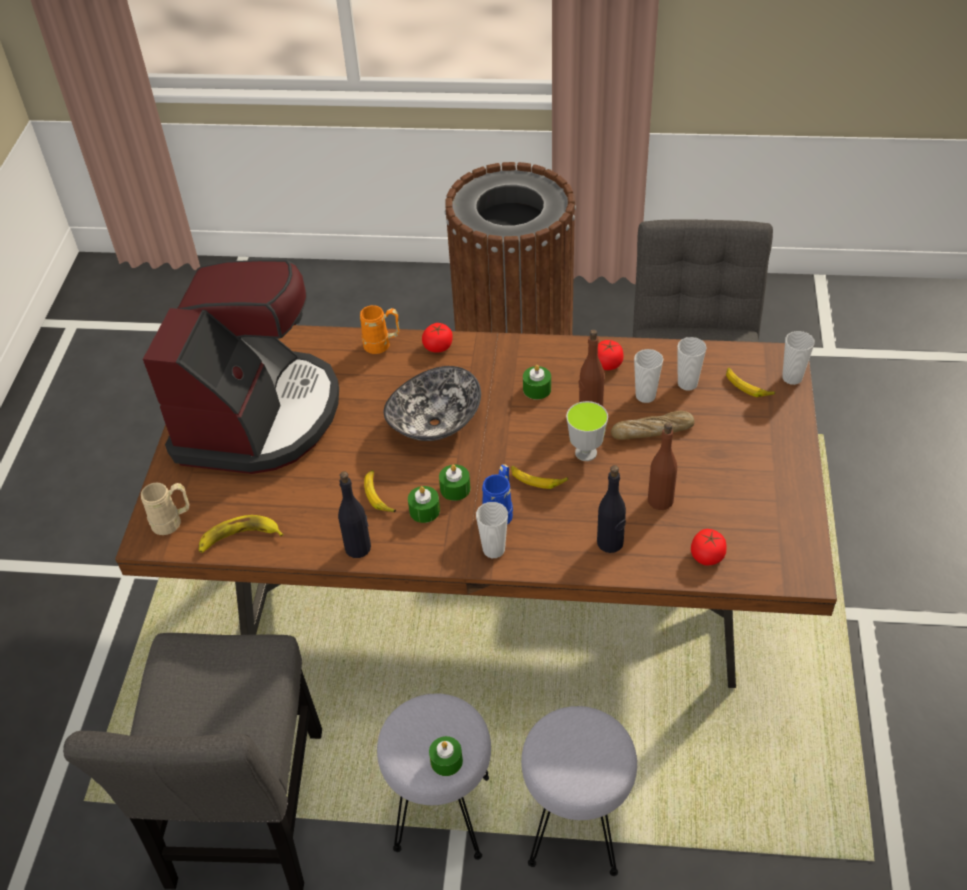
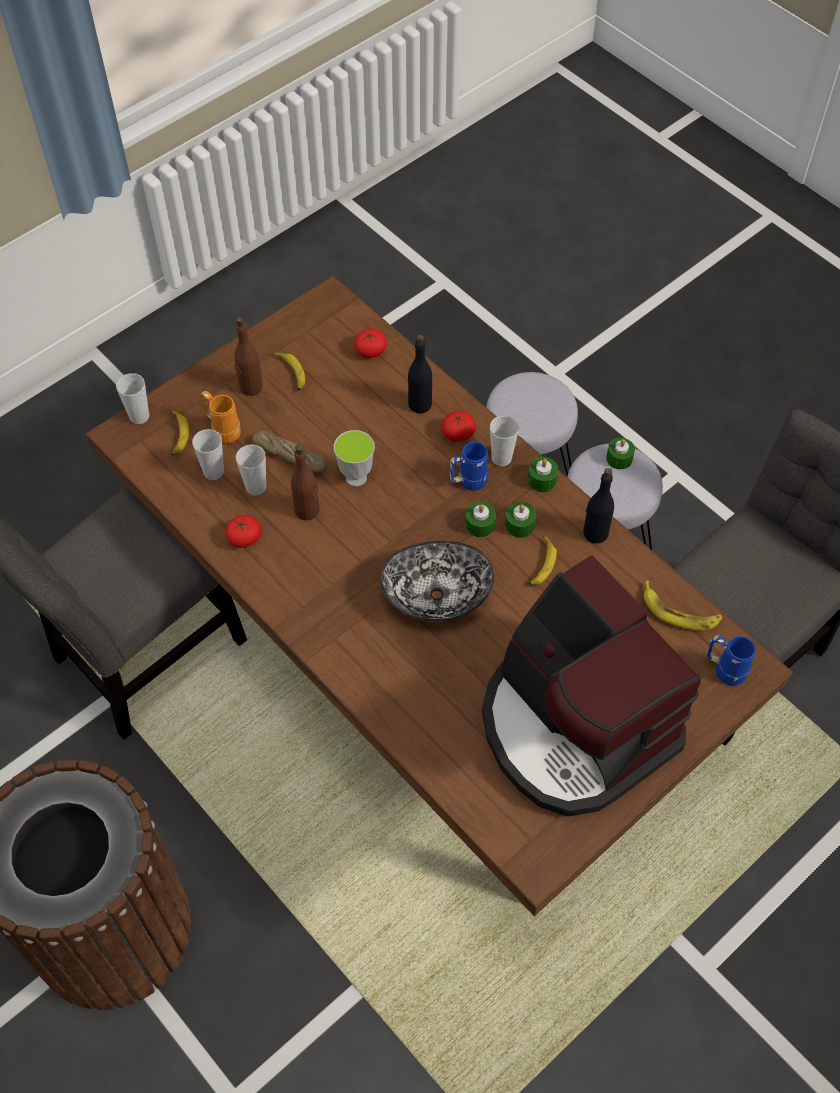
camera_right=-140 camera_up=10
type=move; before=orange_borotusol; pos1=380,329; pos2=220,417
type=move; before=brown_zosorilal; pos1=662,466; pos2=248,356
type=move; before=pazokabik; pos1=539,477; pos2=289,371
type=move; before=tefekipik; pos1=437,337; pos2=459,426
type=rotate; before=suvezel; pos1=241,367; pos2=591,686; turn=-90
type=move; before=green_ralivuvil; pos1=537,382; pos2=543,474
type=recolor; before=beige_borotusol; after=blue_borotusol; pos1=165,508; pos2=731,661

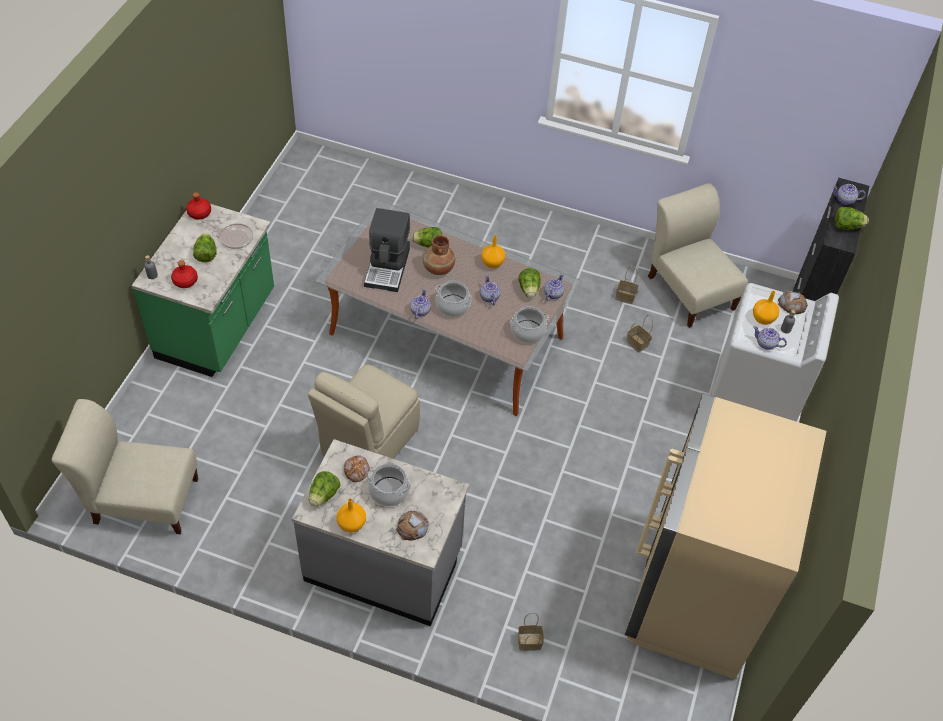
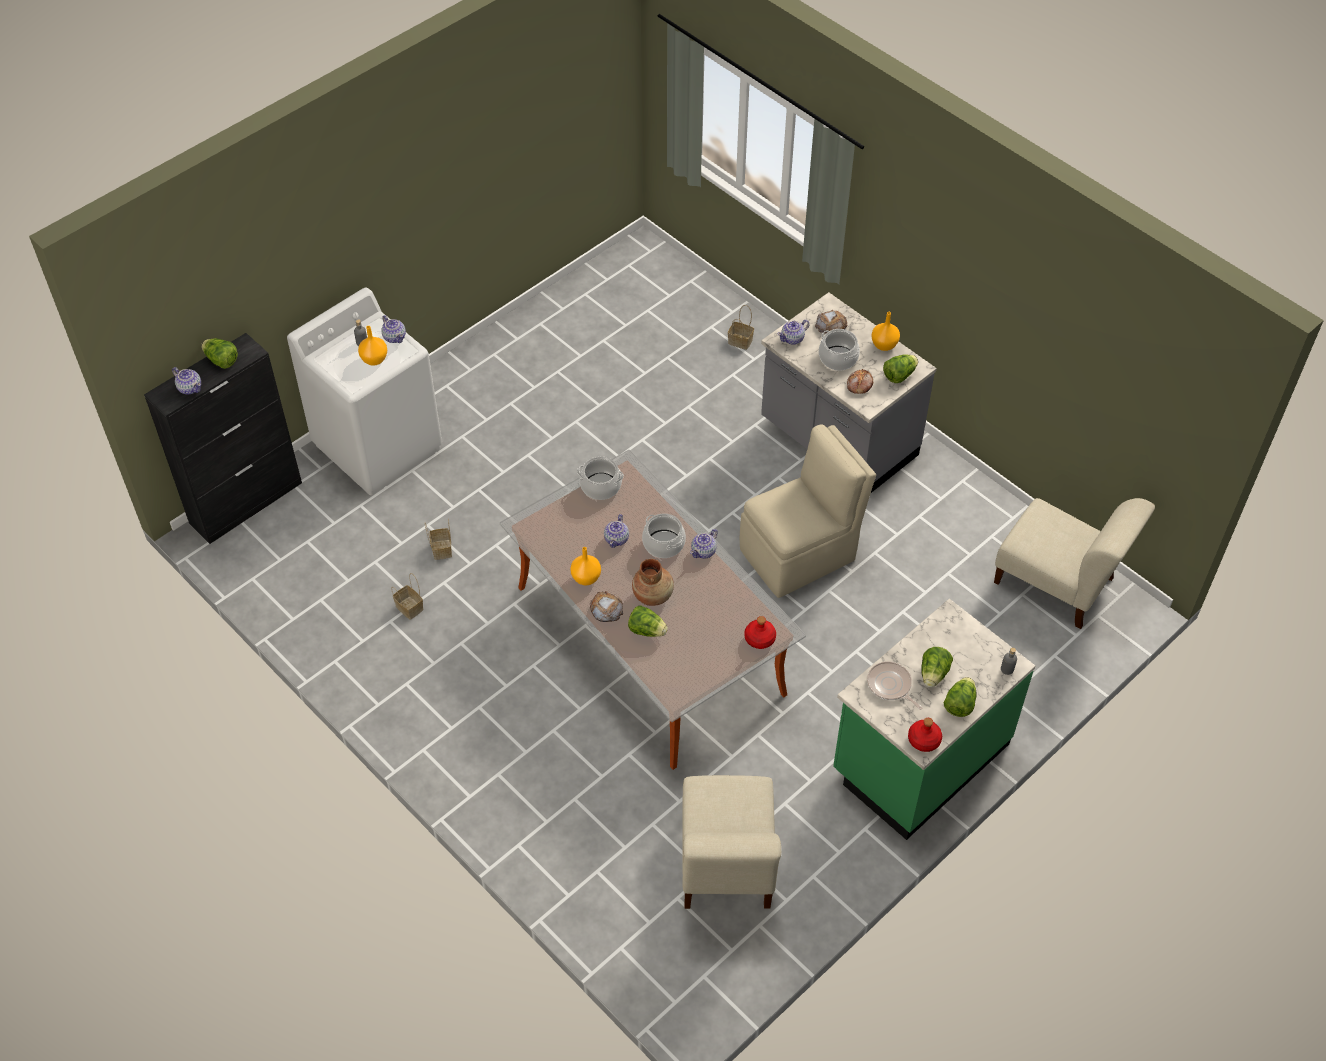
camera_right=-150 camera_up=0
type=move; before=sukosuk; pos1=793,302; pos2=606,606
type=move; before=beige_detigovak; pos1=698,255; pos2=731,842
type=move; before=red_zosorilal; pos1=184,274; pos2=760,632
type=move; before=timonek; pos1=554,287; pos2=793,332
type=move; before=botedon; pos1=530,283; pos2=960,697
type=delete; before=suvezel; pos1=387,250
type=delete; before=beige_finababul; pos1=726,536

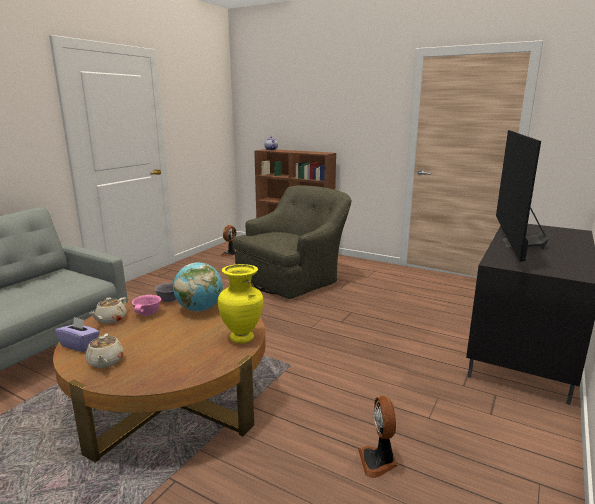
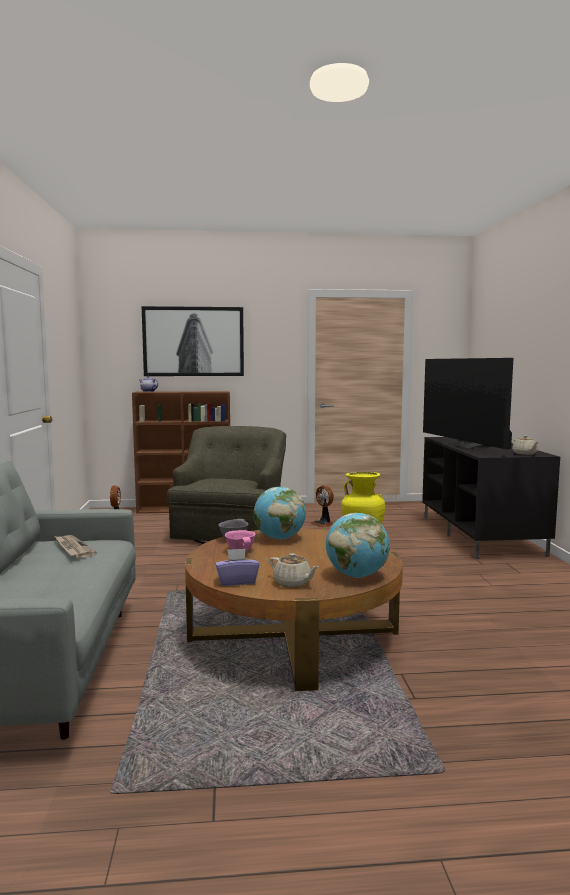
camera_right=-35 camera_up=-10
type=insert; after=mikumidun; pos2=75,546
type=insert; after=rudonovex; pos2=193,341
type=move; before=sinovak; pos1=378,437; pos2=322,506
type=insert; after=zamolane; pos2=358,545
type=move; before=beige_timonek; pos1=108,310; pos2=525,445

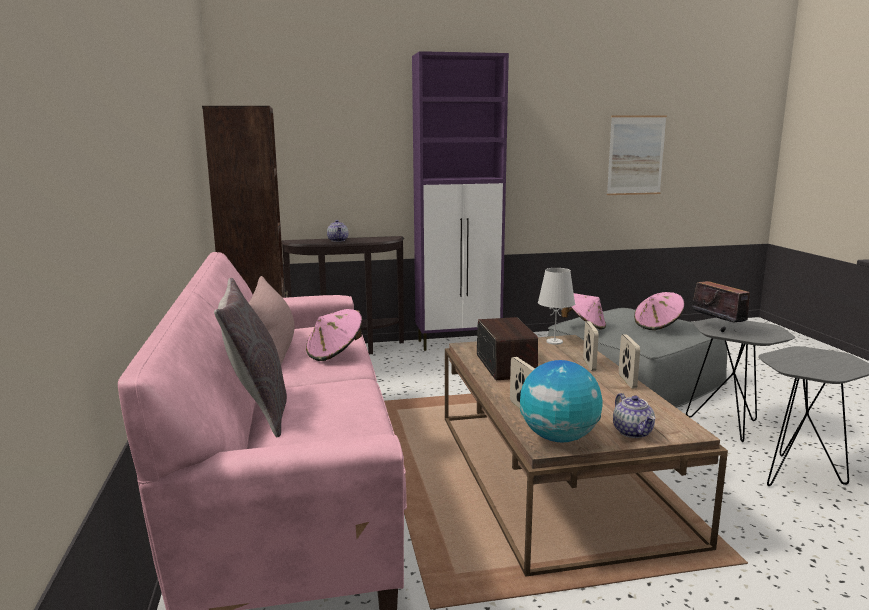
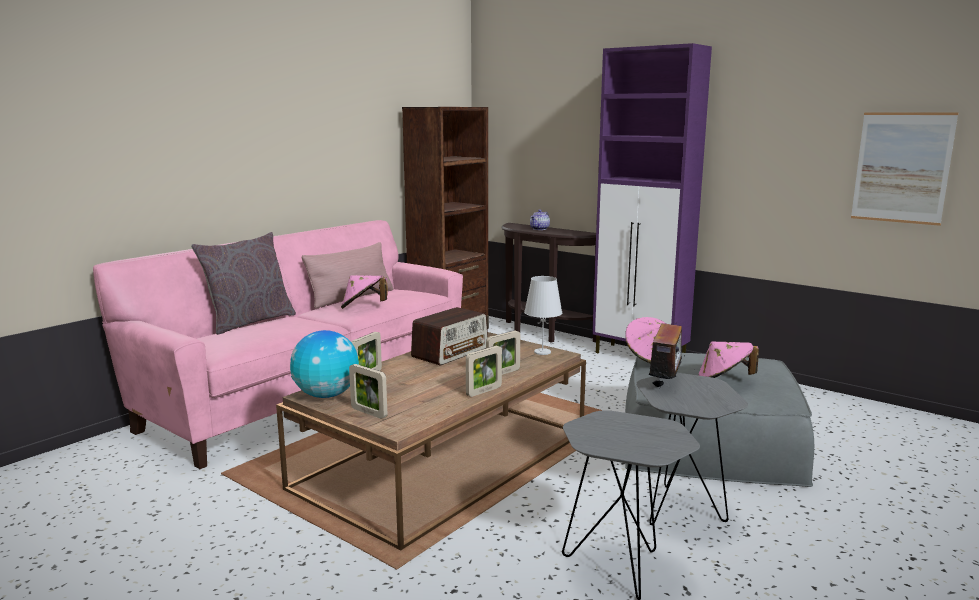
camera_right=50 camera_up=0
type=replace; before=timonek; after=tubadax; pos1=634,415; pos2=368,391

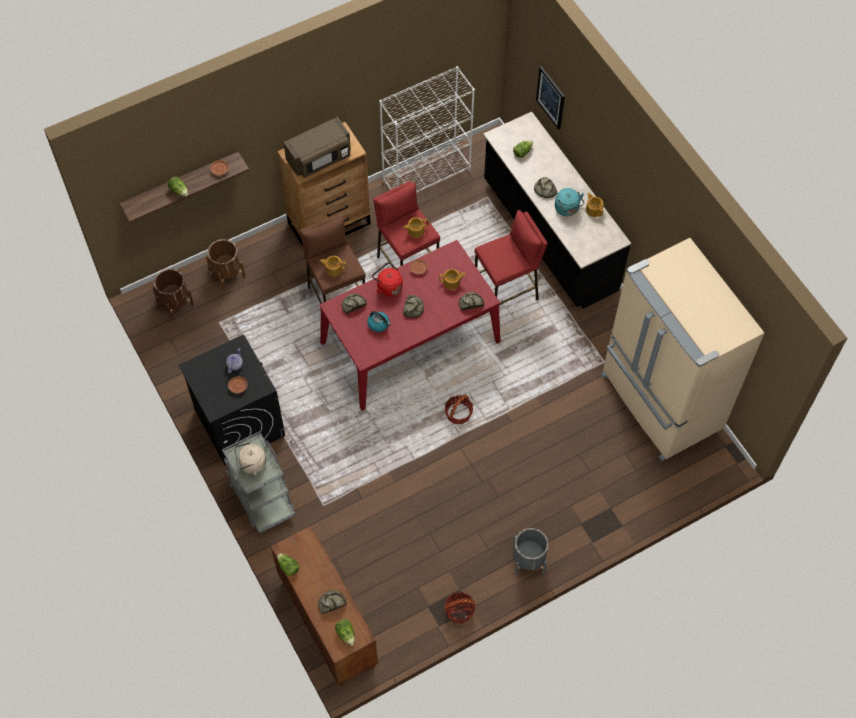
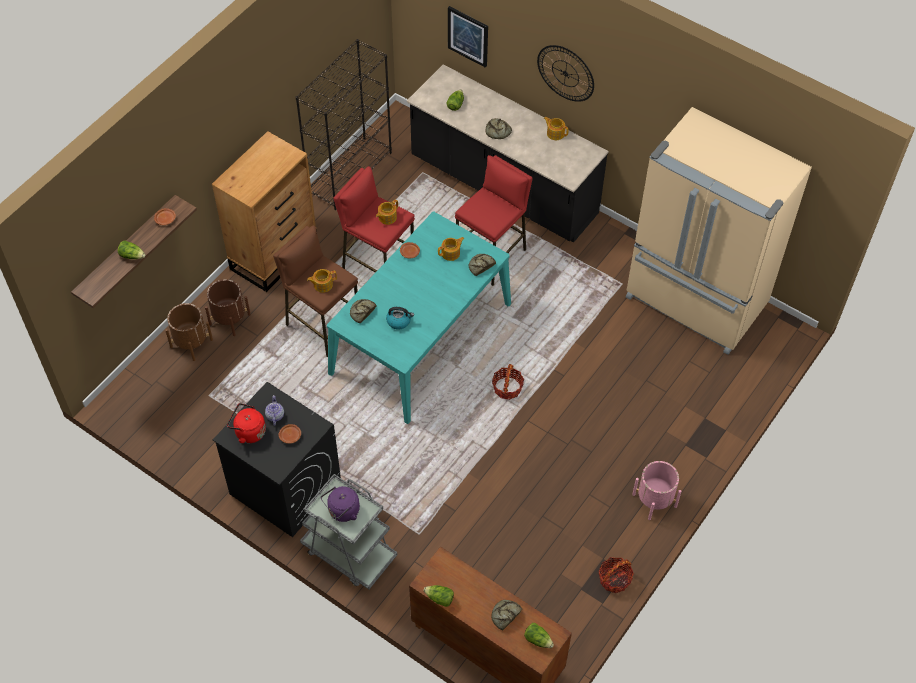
camera_right=-25 camera_up=-5
type=move; before=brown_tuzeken; pos1=173,294; pos2=228,307
type=move; before=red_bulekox; pos1=387,279; pos2=246,423
type=recolor; before=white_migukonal; after=black_migukonal; pos1=427,129; pos2=344,124
type=recolor; before=beige_bulekox; after=purple_bulekox; pos1=250,459; pos2=340,504
type=recolor; before=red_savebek; after=turquoise_savebek; pos1=410,325; pos2=419,317
type=insert; after=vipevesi; pos2=565,73
type=recolor; before=grey_tuzeken; after=pink_tuzeken; pos1=530,551; pos2=656,490
type=delete; before=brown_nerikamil; pos1=317,147
type=delete; before=sukosuk; pos1=413,306
type=delete; before=turquoise_bulekox; pos1=569,202

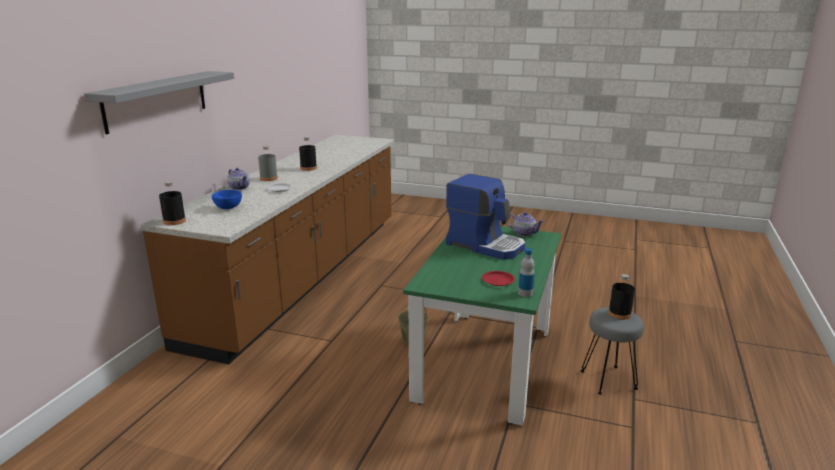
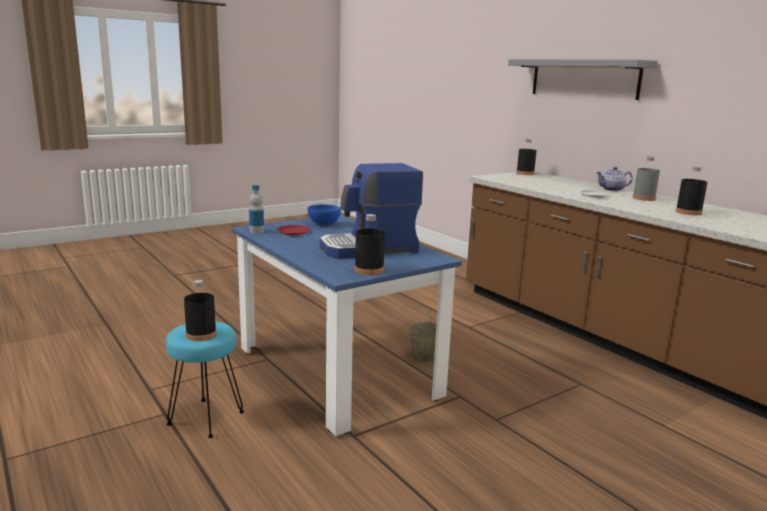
camera_right=125 camera_up=-5
type=recolor; before=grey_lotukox; after=turquoise_lotukox; pos1=612,351; pos2=205,379
type=recolor; before=green_savebek; after=blue_savebek; pos1=482,326; pos2=346,325
type=move; before=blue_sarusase; pos1=227,199; pos2=324,214
type=replace; before=timonek; after=black_zosorilal; pos1=525,224; pos2=369,244

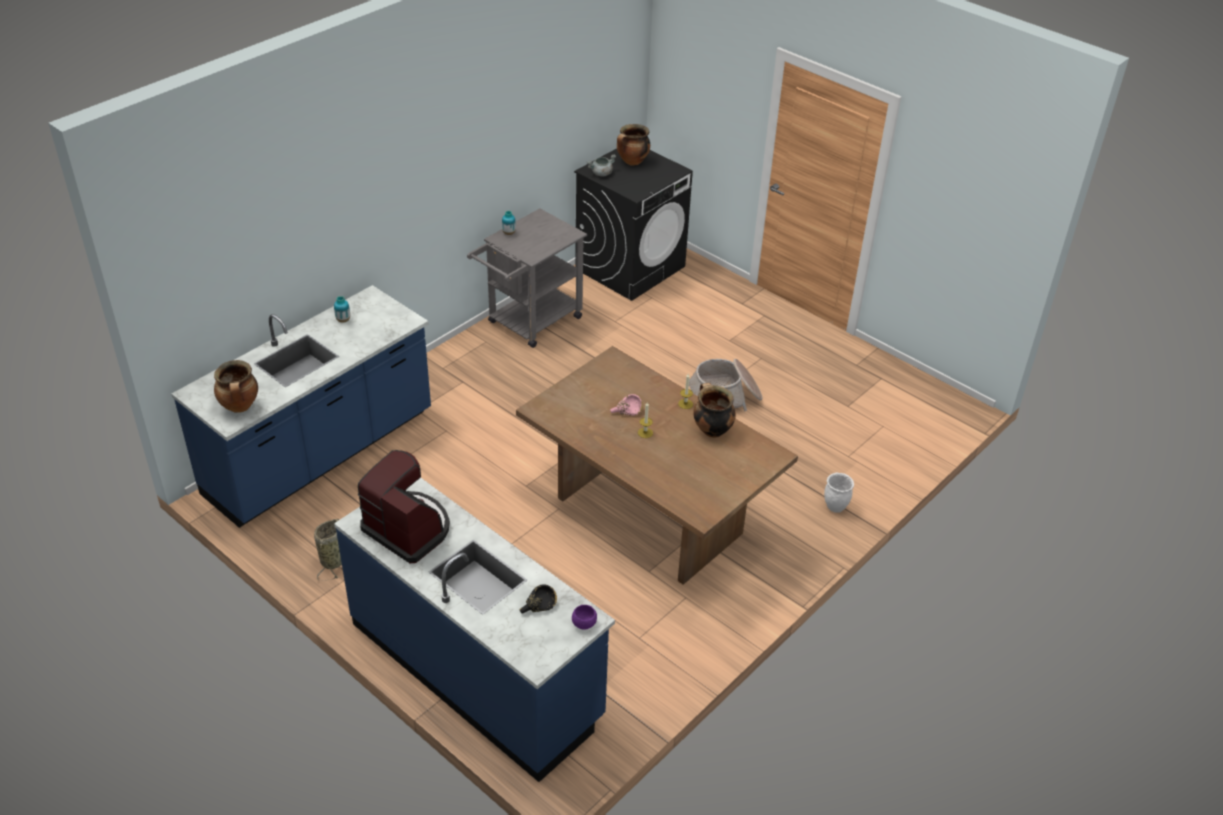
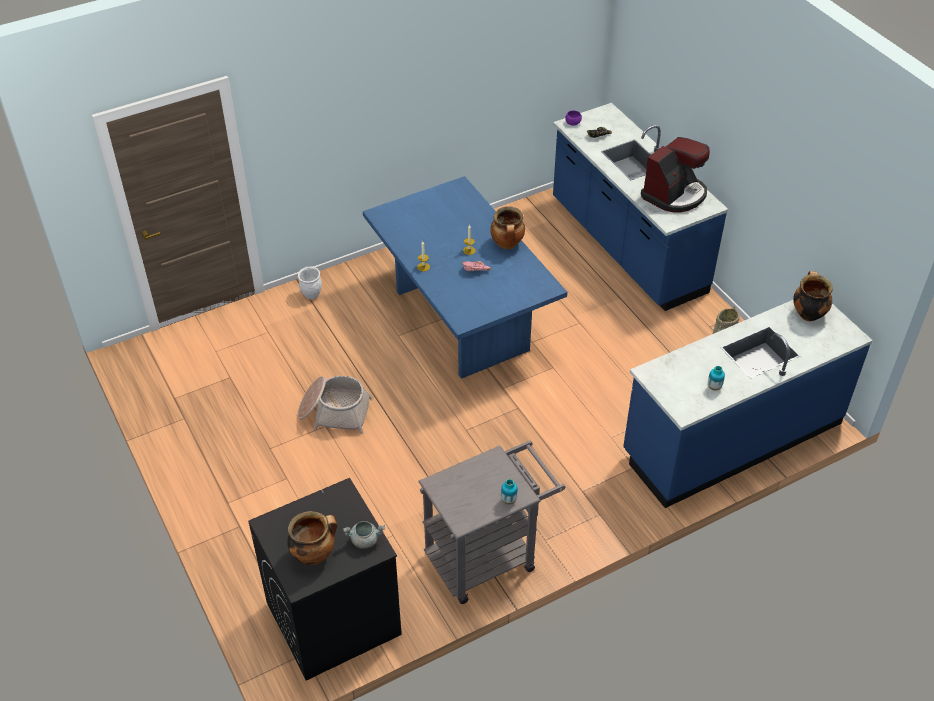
camera_right=-160 camera_up=5
type=recolor; before=brown_savebek; after=blue_savebek; pos1=657,465; pos2=465,277
type=move; before=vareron; pos1=714,410; pos2=507,227
type=rotate; before=suvezel; pos1=404,506; pos2=675,175; turn=-105

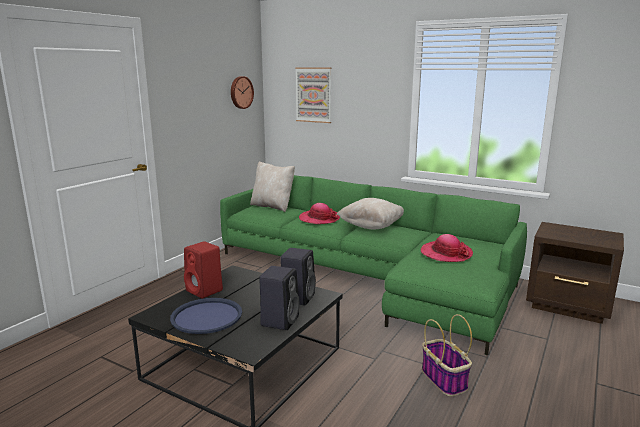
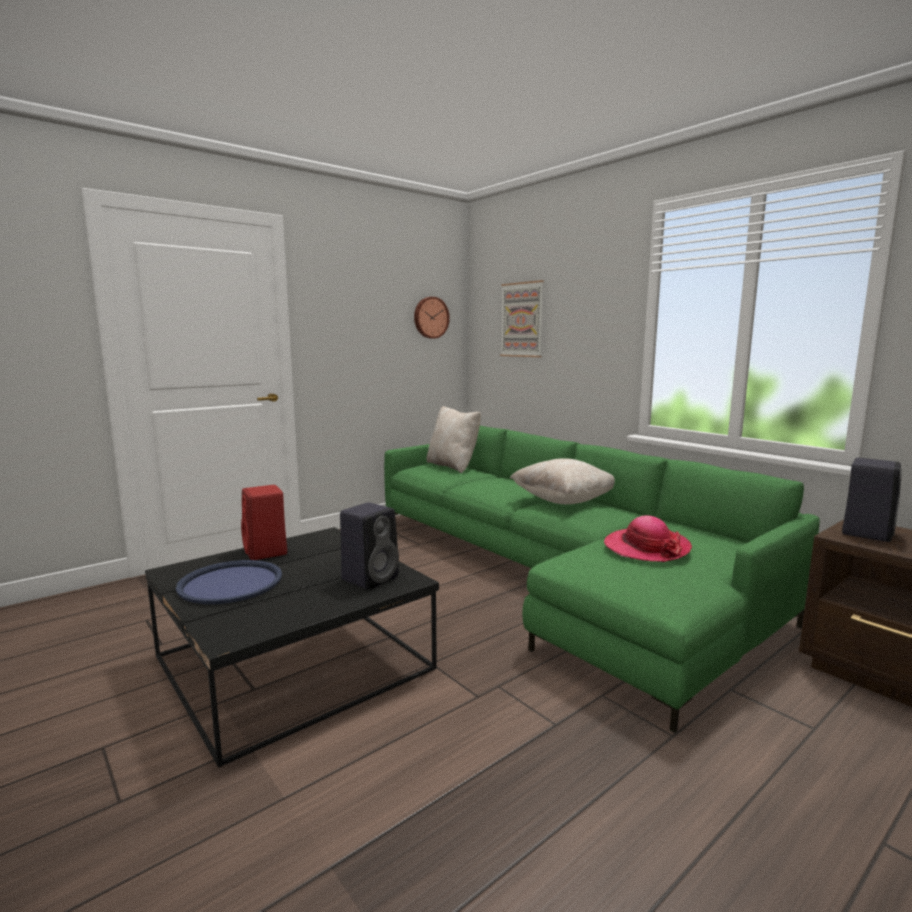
camera_right=20 camera_up=-5
type=move; before=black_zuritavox; pos1=279,298; pos2=872,500
type=delete; before=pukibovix; pos1=319,213
type=delete; before=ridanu; pos1=447,355

